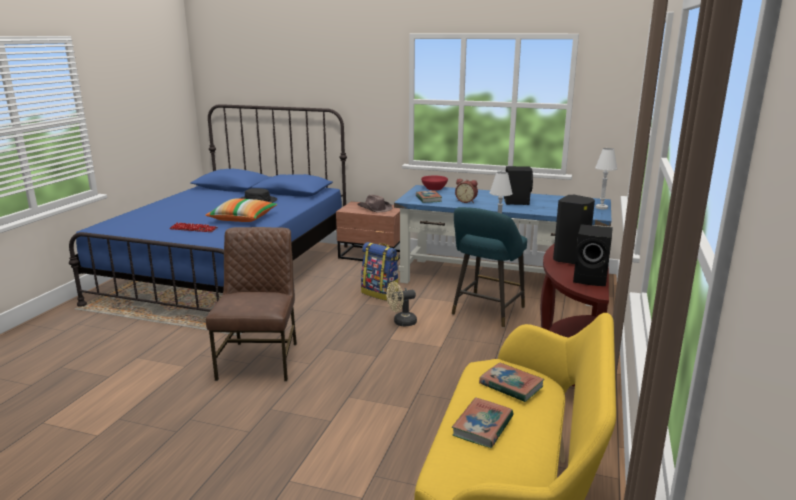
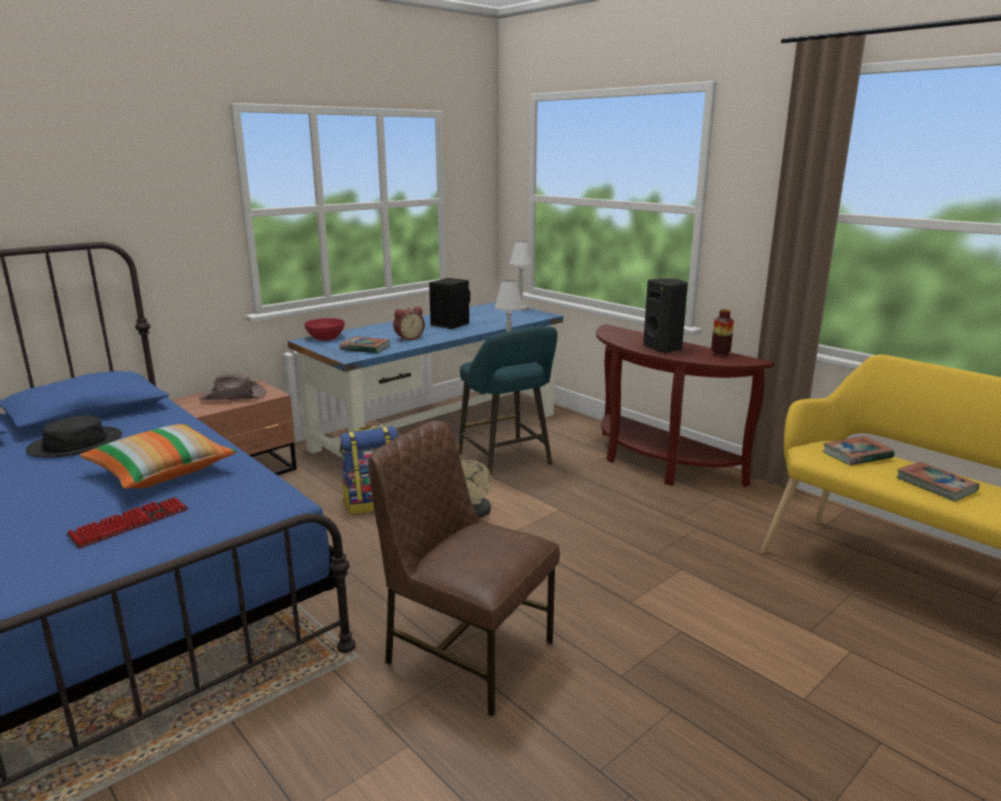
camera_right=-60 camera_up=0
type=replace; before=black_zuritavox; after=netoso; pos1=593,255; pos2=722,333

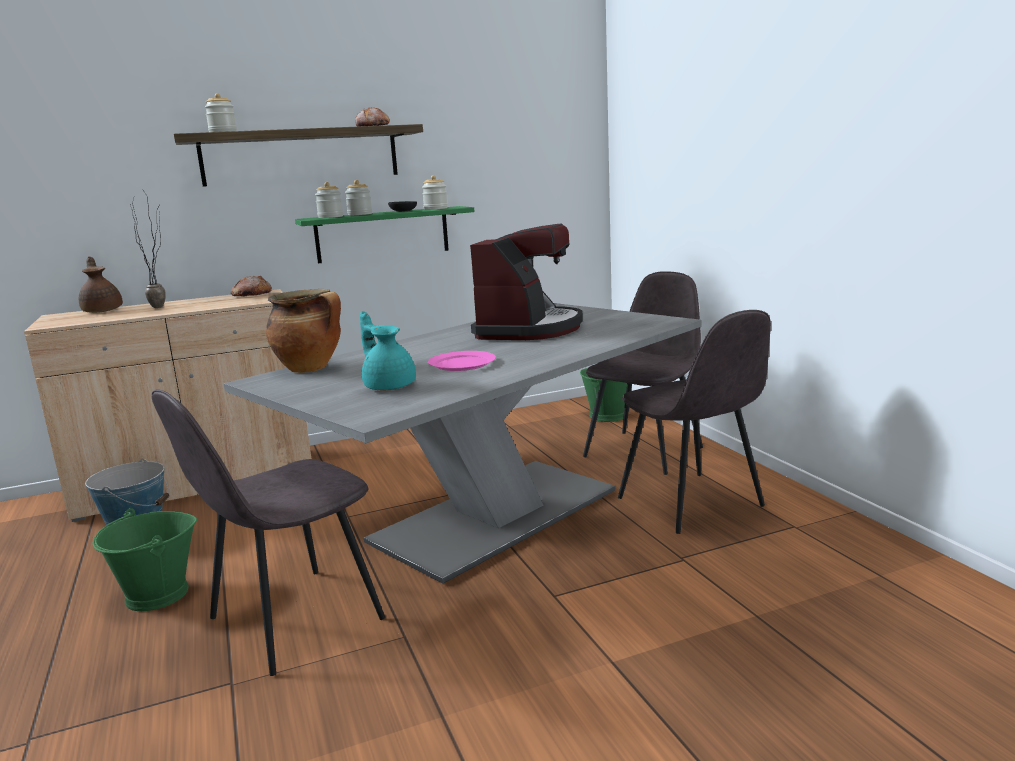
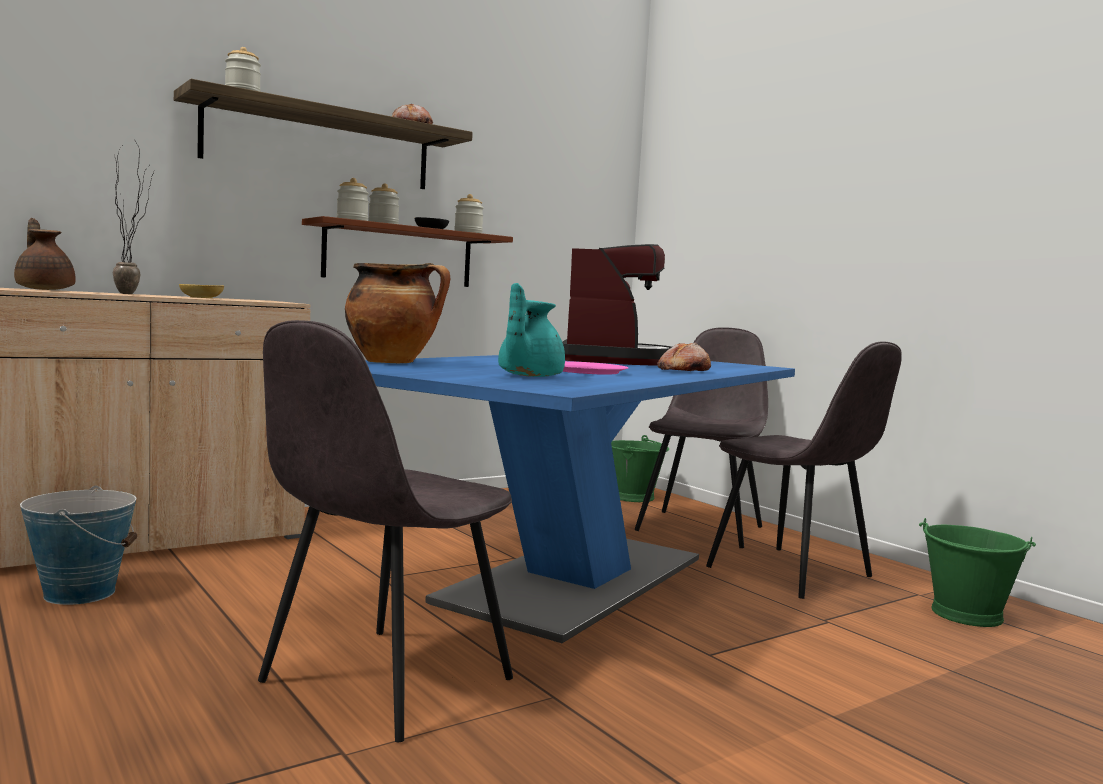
camera_right=-15 camera_up=-10
type=insert; after=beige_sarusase; pos2=201,291
type=recolor; before=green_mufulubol; after=brown_mufulubol; pos1=385,234; pos2=407,251
type=recolor; before=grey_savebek; after=blue_savebek; pos1=463,443; pos2=580,499
type=rotate; before=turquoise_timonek; pos1=388,350; pos2=531,330; turn=-105
type=move; before=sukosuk; pos1=251,286; pos2=684,357
type=move; before=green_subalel; pos1=144,559; pos2=977,572

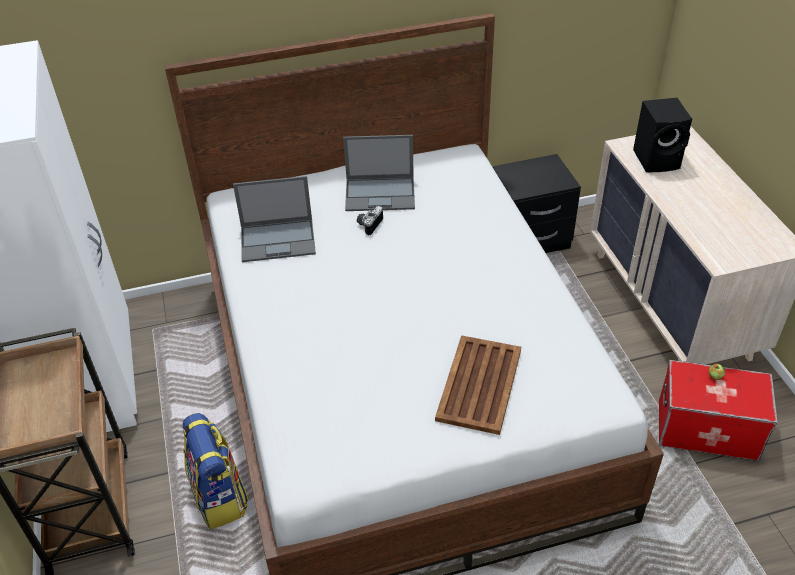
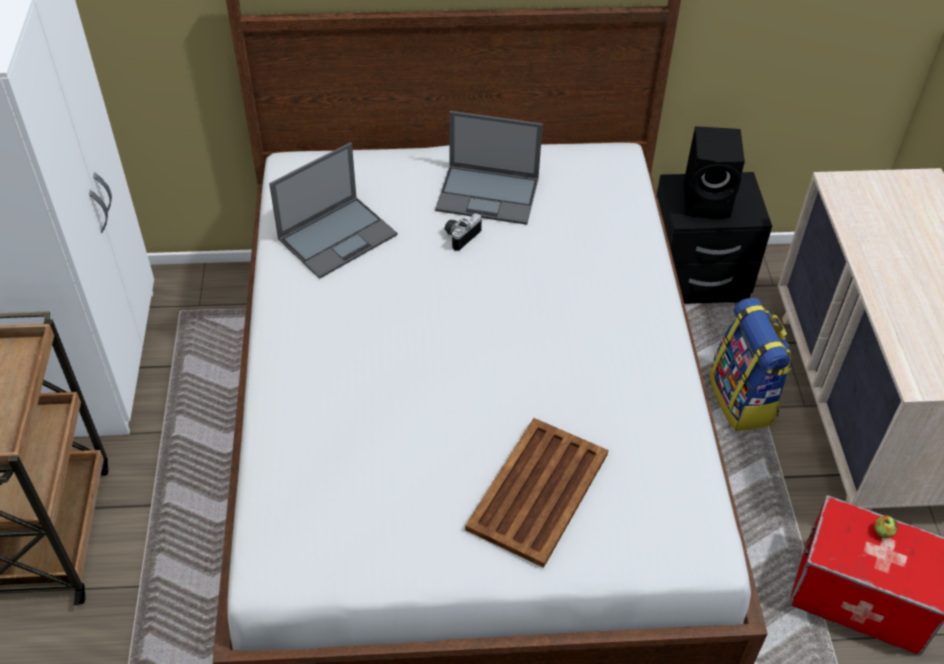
camera_right=10 camera_up=5
type=rotate; before=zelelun; pos1=274,219; pos2=333,210; turn=-45
type=move; before=black_zuritavox; pos1=662,135; pos2=714,172
type=move; before=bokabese; pos1=215,471; pos2=750,364

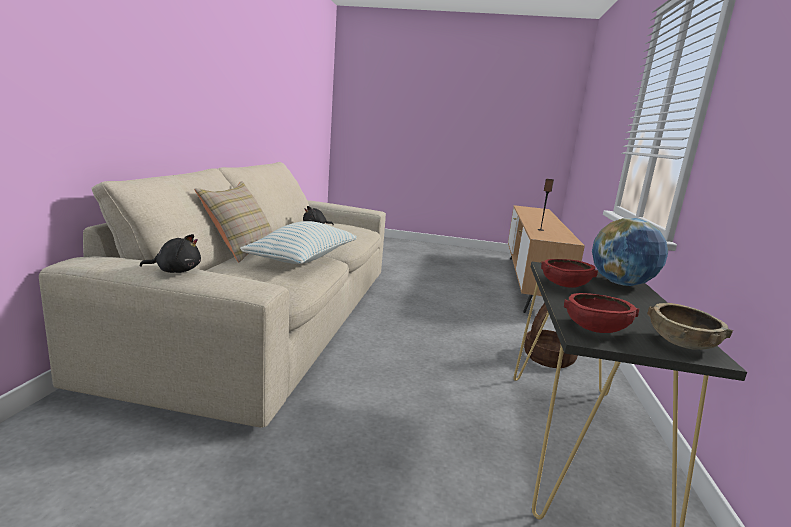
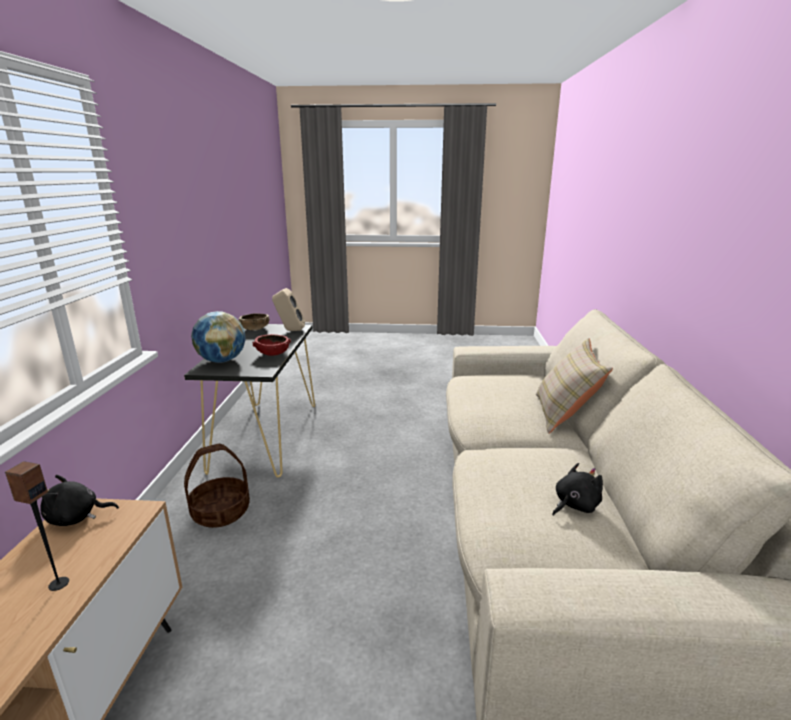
camera_right=175 camera_up=5
type=move; before=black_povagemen; pos1=170,253; pos2=79,500
type=replace; before=red_sarusase; after=beige_zuritavox; pos1=601,313; pos2=288,309
type=delete; before=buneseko; pos1=298,242

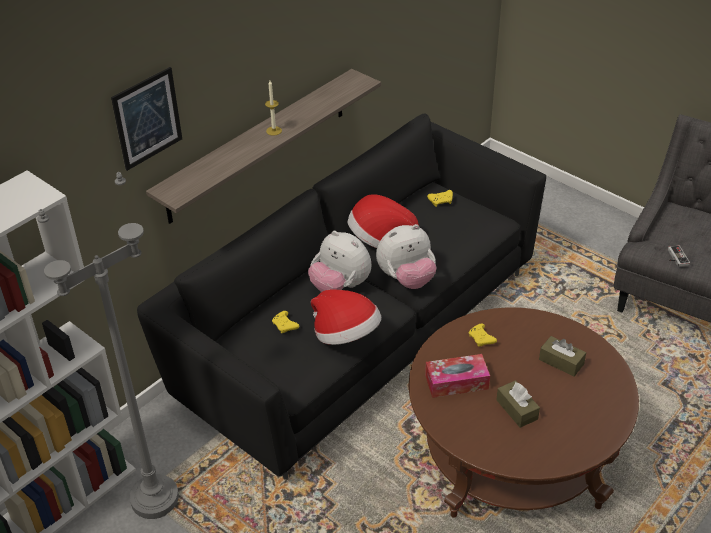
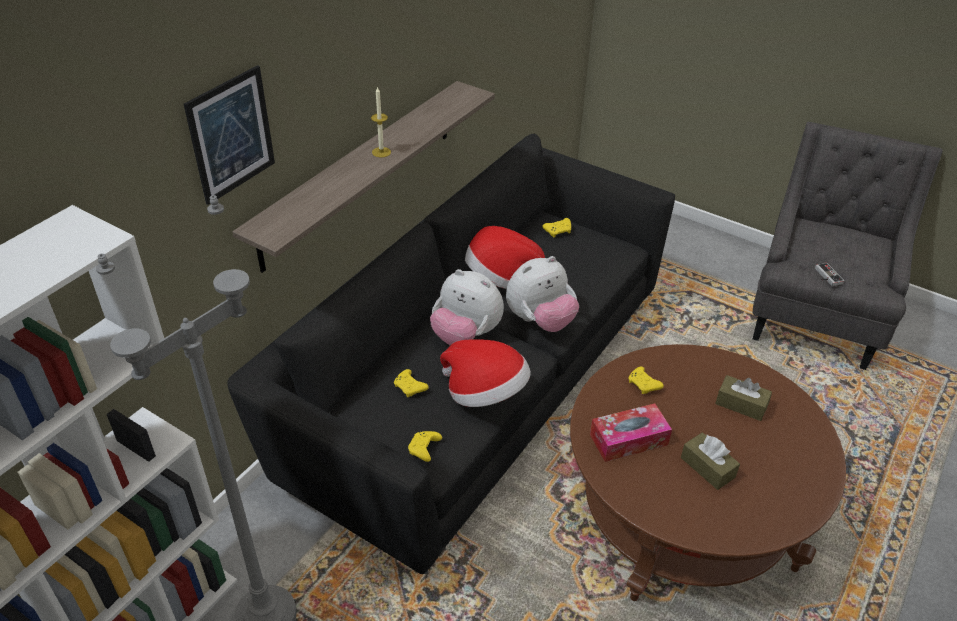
camera_right=-10 camera_up=0
type=insert; after=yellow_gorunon; pos2=425,446

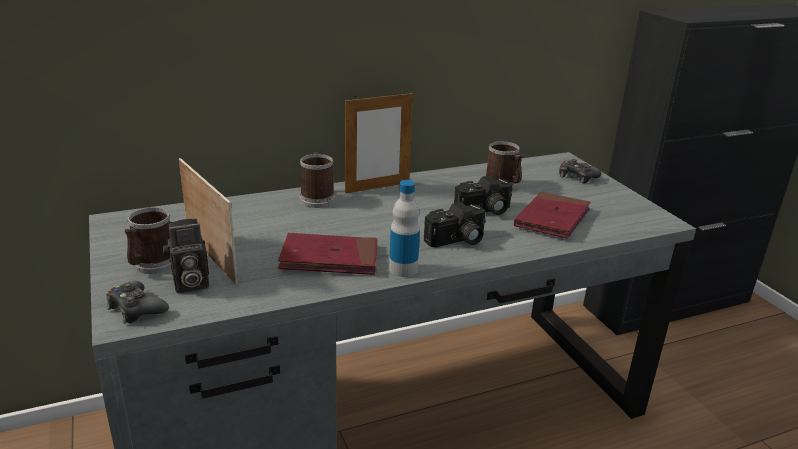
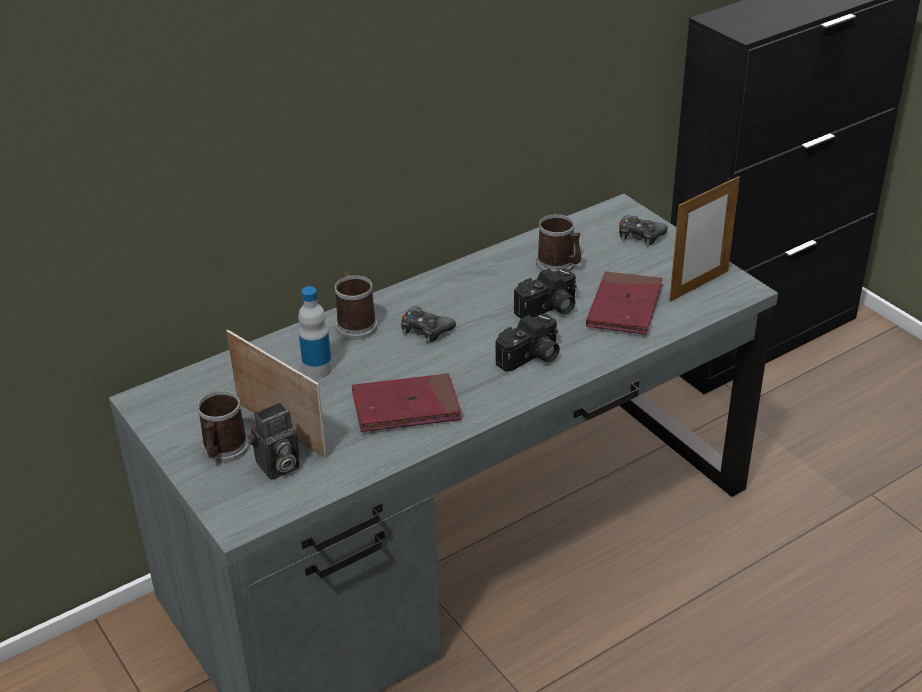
camera_right=-10 camera_up=10
type=move; before=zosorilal; pos1=404,228; pos2=315,332
type=move; before=black_gorunon; pos1=137,302; pos2=428,324
type=move; before=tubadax; pos1=379,142; pos2=705,239

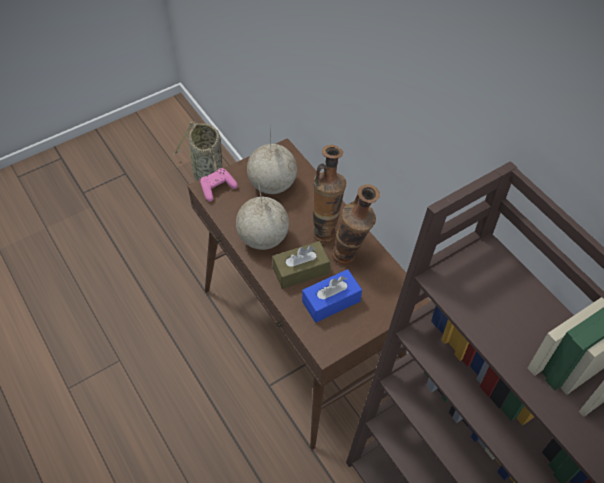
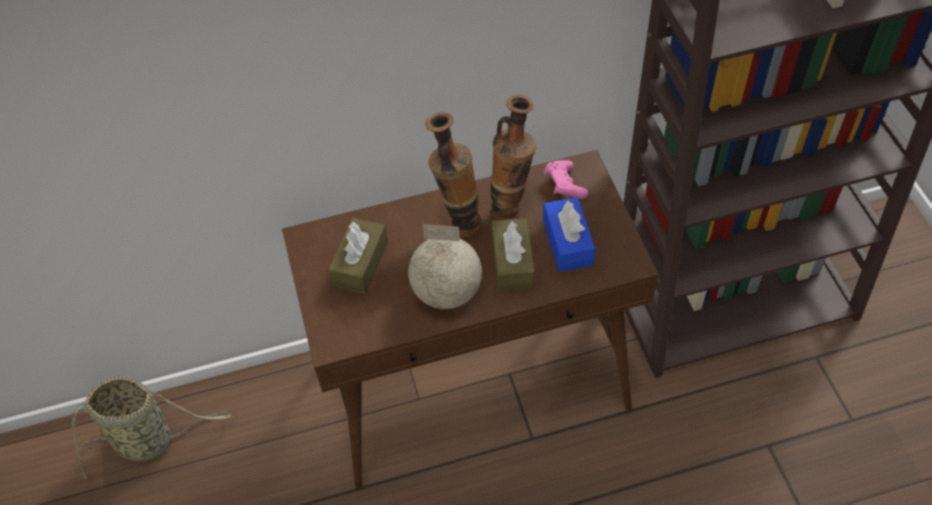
camera_right=-70 camera_up=0
type=replace; before=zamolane; after=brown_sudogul; pos1=272,160; pos2=358,256
type=move; before=pink_gorunon; pos1=219,185; pos2=566,179

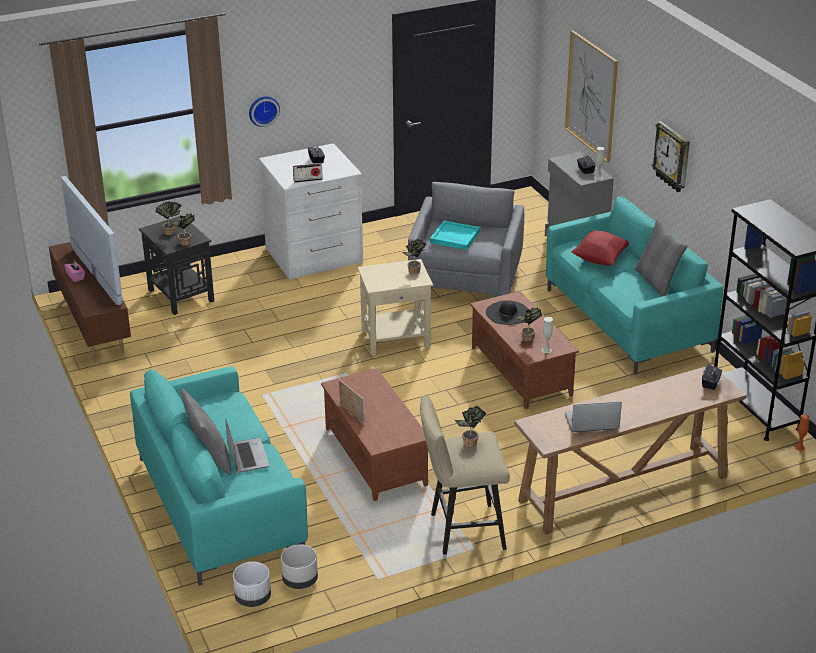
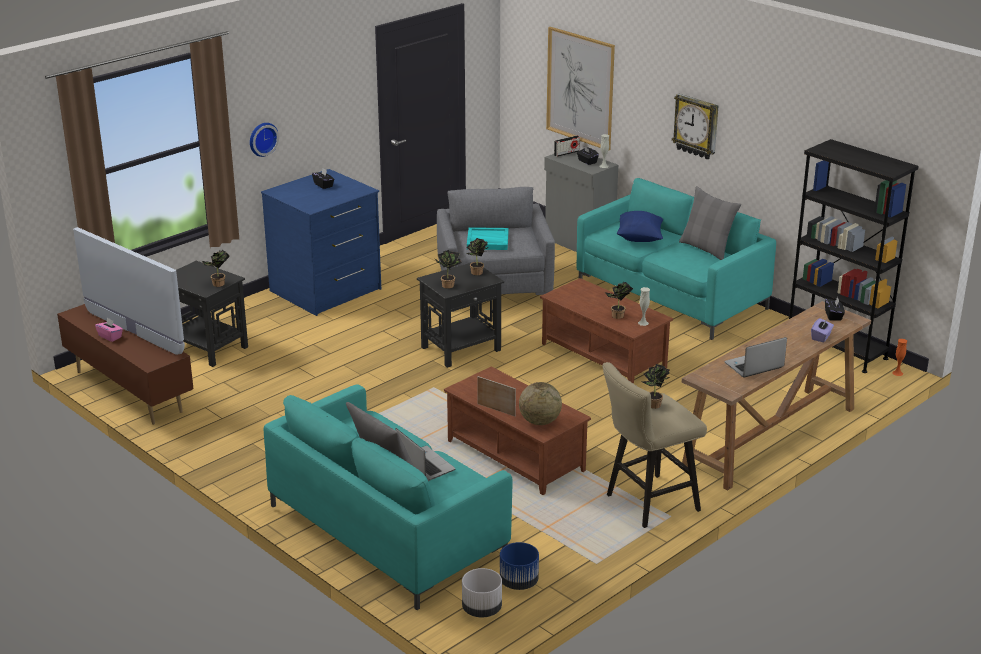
camera_right=-20 camera_up=-5
type=recolor; before=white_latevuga; after=blue_latevuga; pos1=311,212; pos2=321,242
type=recolor; before=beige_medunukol; after=black_medunukol; pos1=395,307; pos2=460,315
type=move; before=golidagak; pos1=168,218; pos2=448,269
type=recolor; before=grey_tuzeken; after=blue_tuzeken; pos1=299,566; pos2=519,566
type=insert; after=zamolane; pos2=540,403
type=move; before=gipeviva; pos1=308,173; pos2=567,146
type=recolor; before=red_buneseko; after=blue_buneseko; pos1=600,248; pos2=640,226
type=insert; after=purple_sudogul; pos2=822,330
type=delete; before=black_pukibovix; pos1=507,312

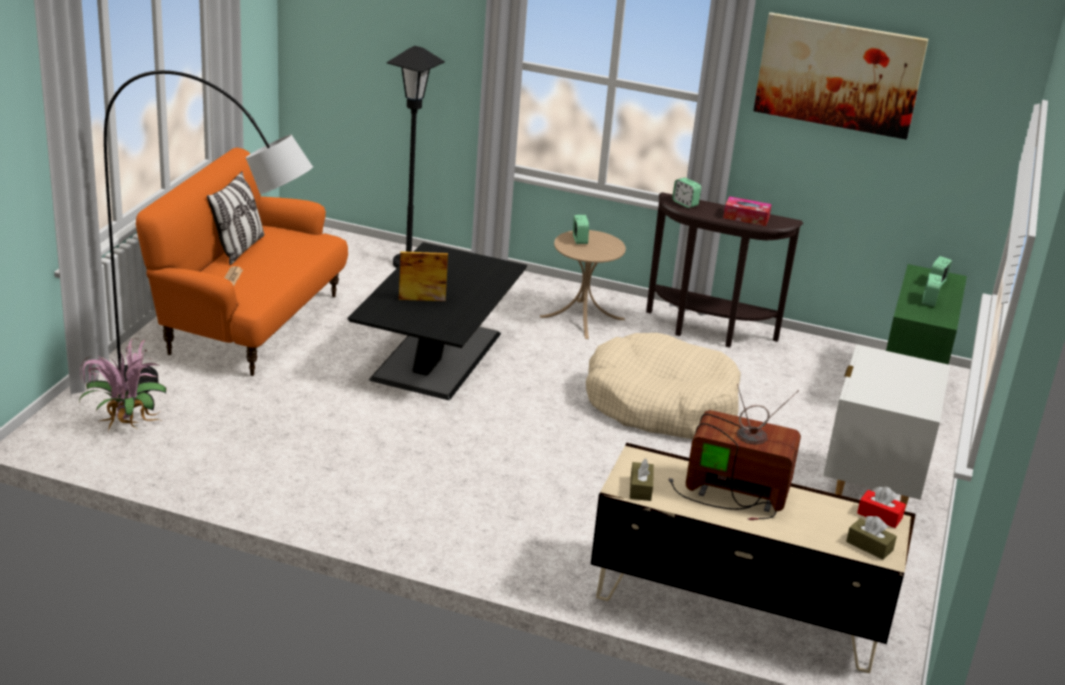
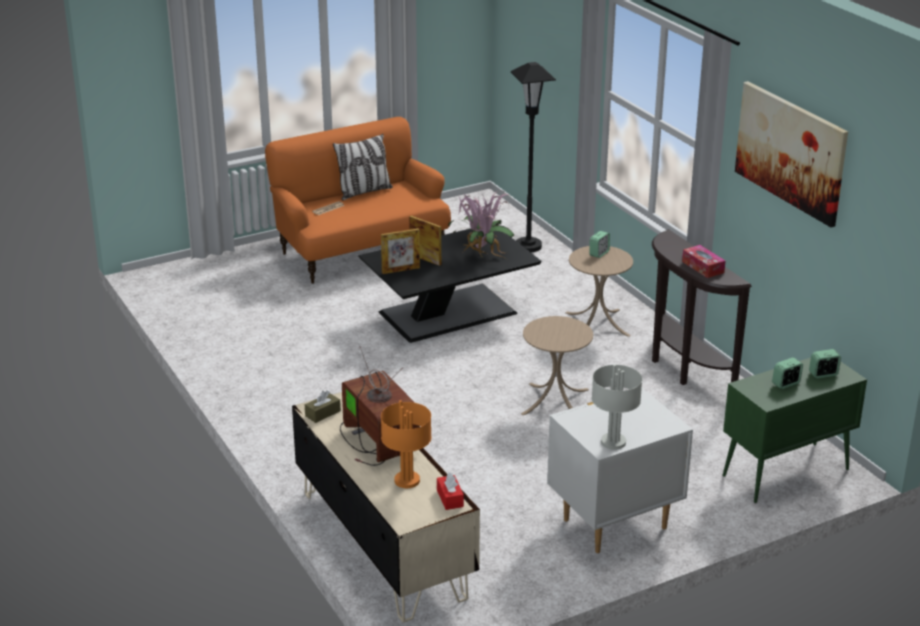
camera_right=45 camera_up=0
type=insert; after=tubadax; pos2=400,251
type=insert; after=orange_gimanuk; pos2=406,444
type=move; before=golidagak; pos1=122,385; pos2=481,224
type=replace; before=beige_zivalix; after=beige_medunukol; pos1=663,386; pos2=557,365
type=insert; after=grey_gimanuk; pos2=617,407
type=delete; before=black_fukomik; pos1=208,232
type=delete; before=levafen; pos1=686,193
type=delete; before=brown_sudogul; pos1=871,538

